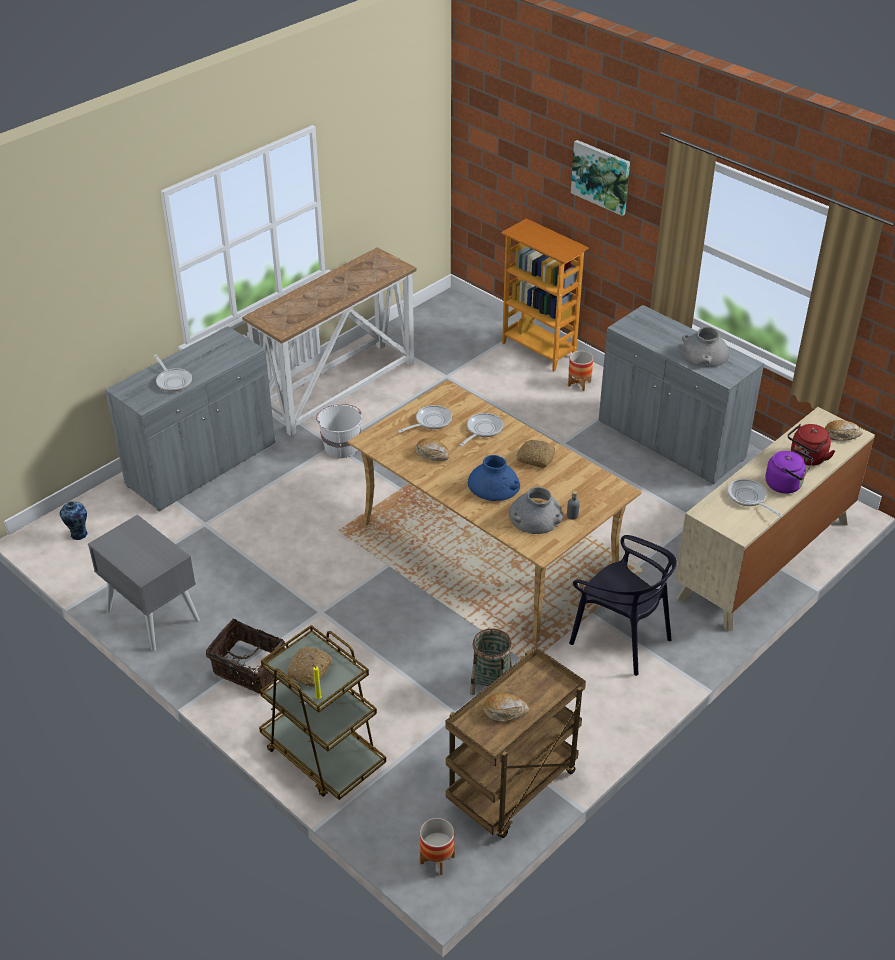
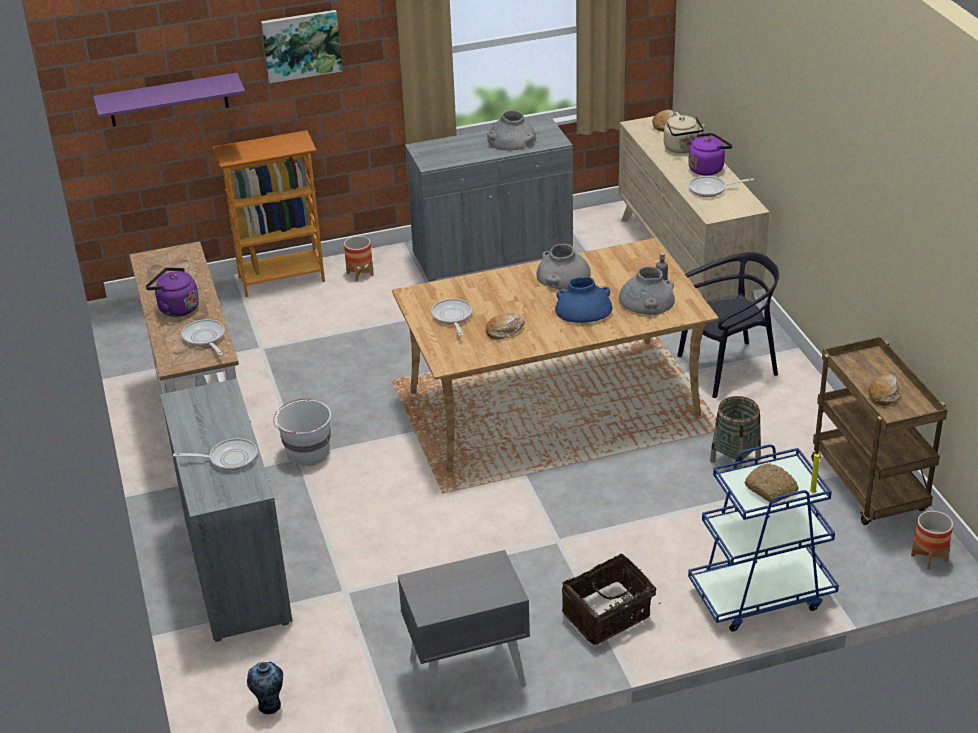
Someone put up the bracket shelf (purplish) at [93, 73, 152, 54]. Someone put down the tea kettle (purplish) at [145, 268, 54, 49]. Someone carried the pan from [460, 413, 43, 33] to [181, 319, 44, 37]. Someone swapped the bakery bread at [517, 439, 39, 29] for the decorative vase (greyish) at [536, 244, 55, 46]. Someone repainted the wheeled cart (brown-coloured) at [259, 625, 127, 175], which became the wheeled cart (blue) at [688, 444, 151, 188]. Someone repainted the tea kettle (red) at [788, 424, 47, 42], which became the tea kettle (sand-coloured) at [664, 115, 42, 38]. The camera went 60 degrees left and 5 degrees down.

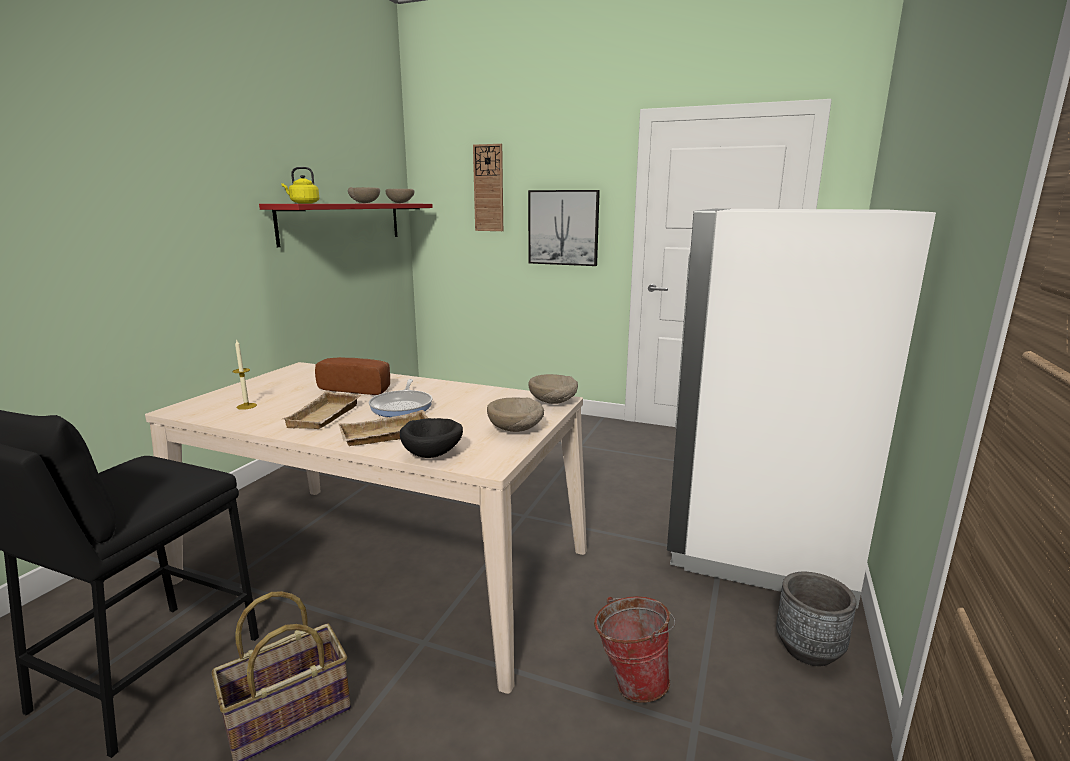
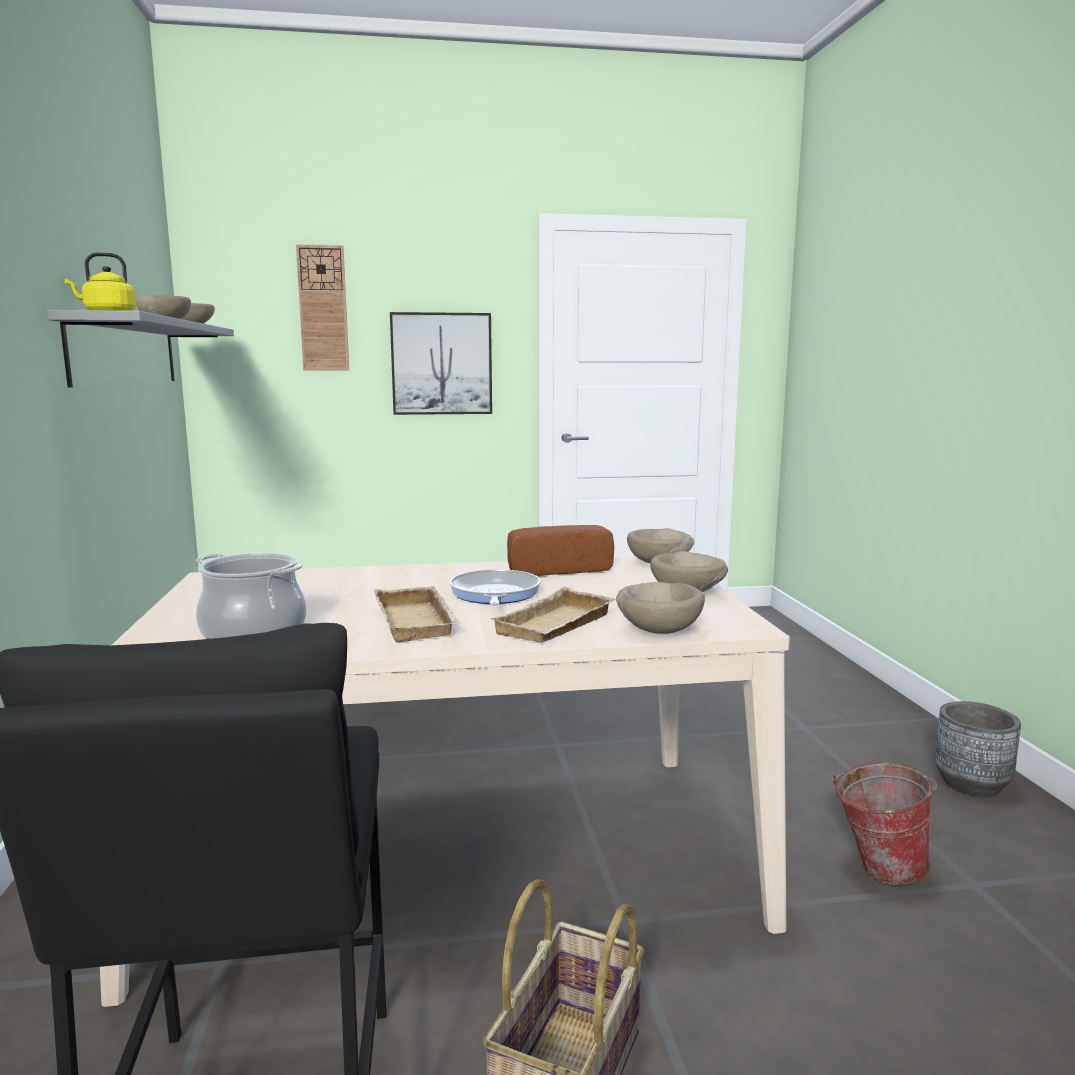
Someone took away the kitchen fridge (whitish) at [667, 209, 269, 400]. Someone carried the bakery bread from [315, 357, 75, 38] to [507, 525, 107, 51]. Someone swapped the candle at [233, 340, 24, 70] for the saucepot at [195, 553, 112, 86]. Someone repainted the bracket shelf (red) at [259, 204, 174, 43], which became the bracket shelf (greyish) at [47, 310, 187, 78]. Someone repainted the serving bowl (blackish) at [400, 418, 63, 40], which became the serving bowl (sand-coloured) at [616, 582, 89, 52]. Someone rotated the pan at [369, 379, 63, 38] by 150 degrees counterclockwise. The camera went 30 degrees left and 5 degrees down.

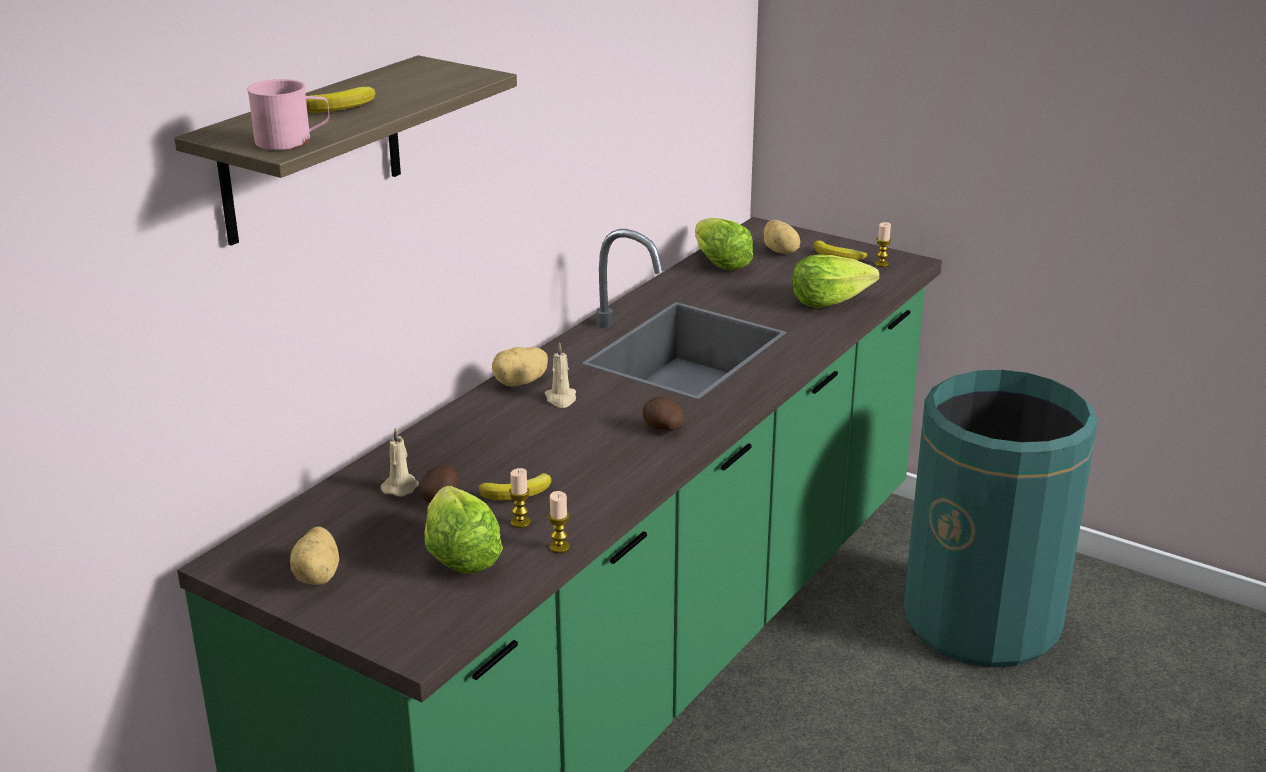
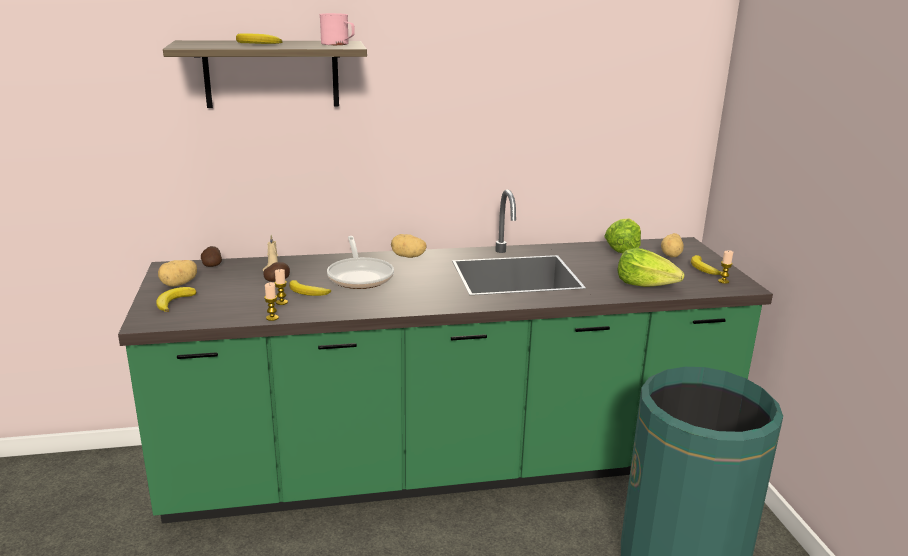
Someone took away the lettuce head at [425, 486, 78, 88]. Someone took away the candle (sand-coloured) at [545, 342, 31, 66]. Someone put down the banana at [157, 287, 39, 25]. Someone put down the pan at [327, 236, 67, 53]. Someone carried the tea mug (pink-coloured) from [247, 79, 82, 71] to [319, 13, 36, 32]. Someone carried the spud from [643, 397, 41, 34] to [201, 246, 21, 21]. The camera went 45 degrees right and 5 degrees down.

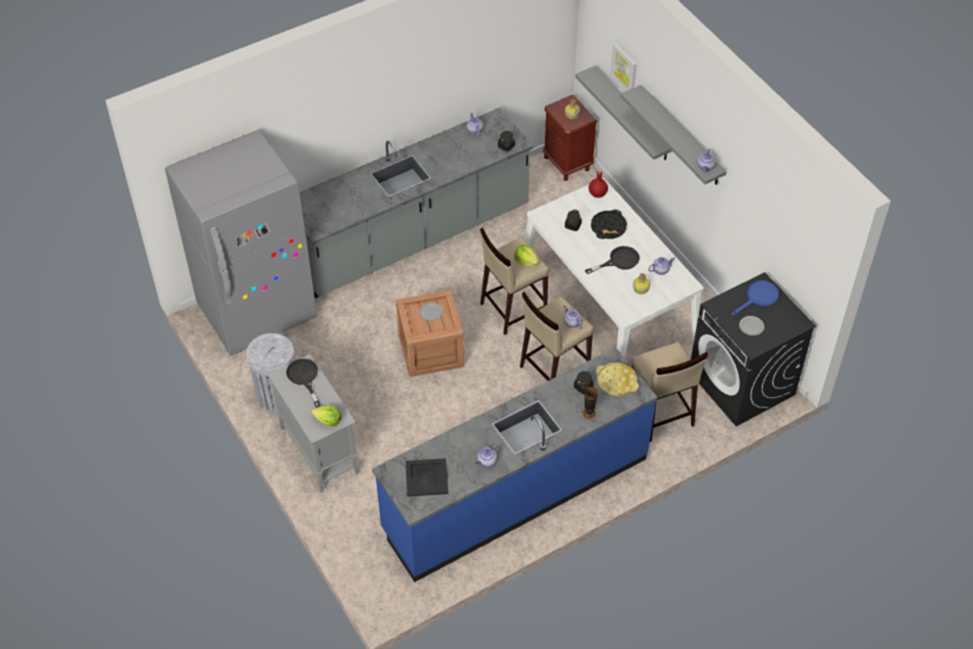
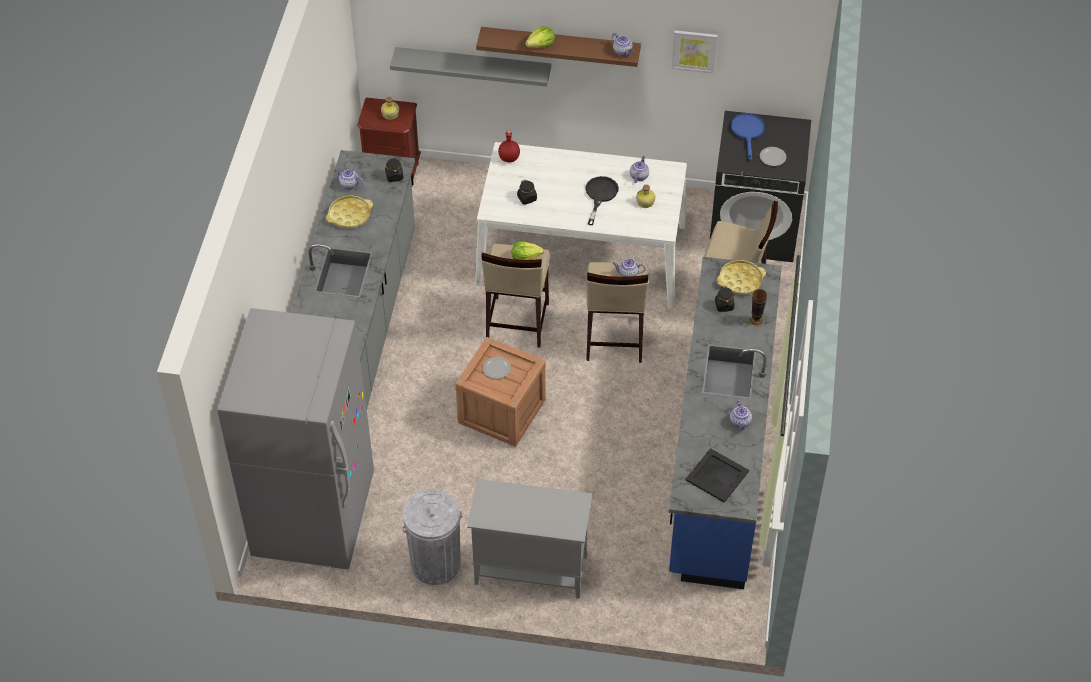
Someone took away the pan (blackish) at [286, 359, 35, 48]. Someone took away the serving tray (blackish) at [591, 209, 36, 30]. Someone put down the serving tray (yellow-coloured) at [326, 195, 47, 33]. Someone carried the lettuce head from [311, 405, 30, 22] to [525, 26, 30, 22]. Someone carried the wall picture from [610, 43, 27, 48] to [671, 30, 46, 44]. Someone repainted the bracket shelf (greyish) at [620, 85, 107, 100], which became the bracket shelf (brown-coloured) at [476, 27, 165, 40]. The camera went 50 degrees left and 0 degrees up.

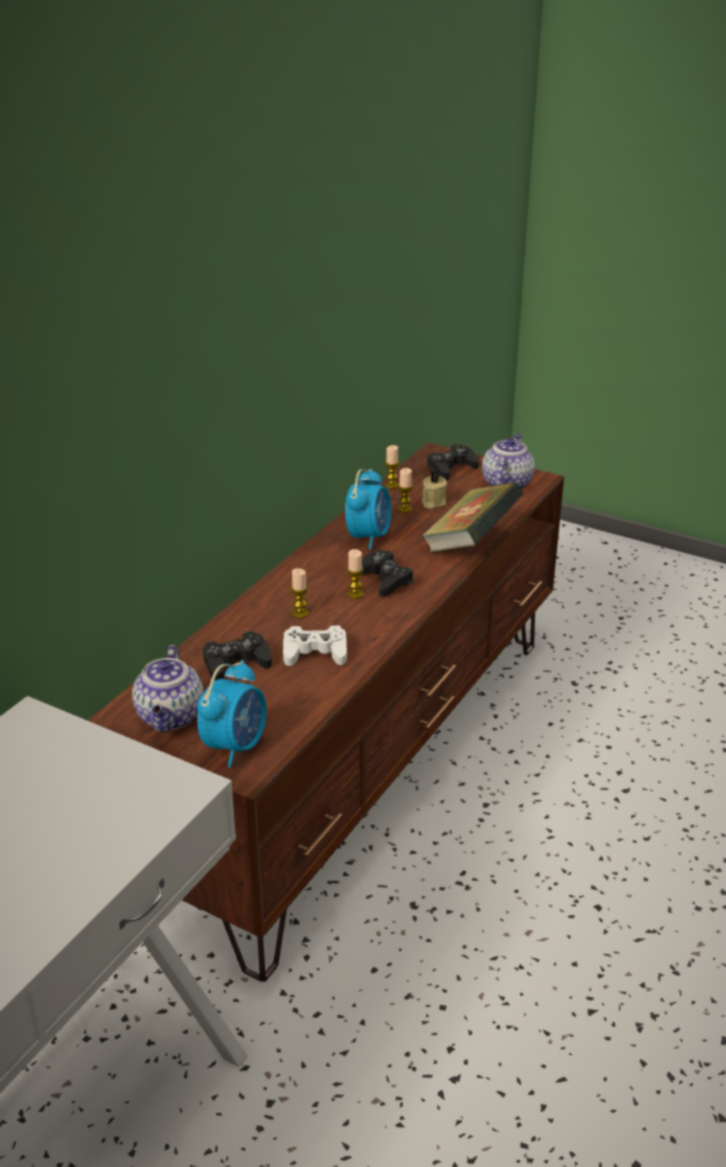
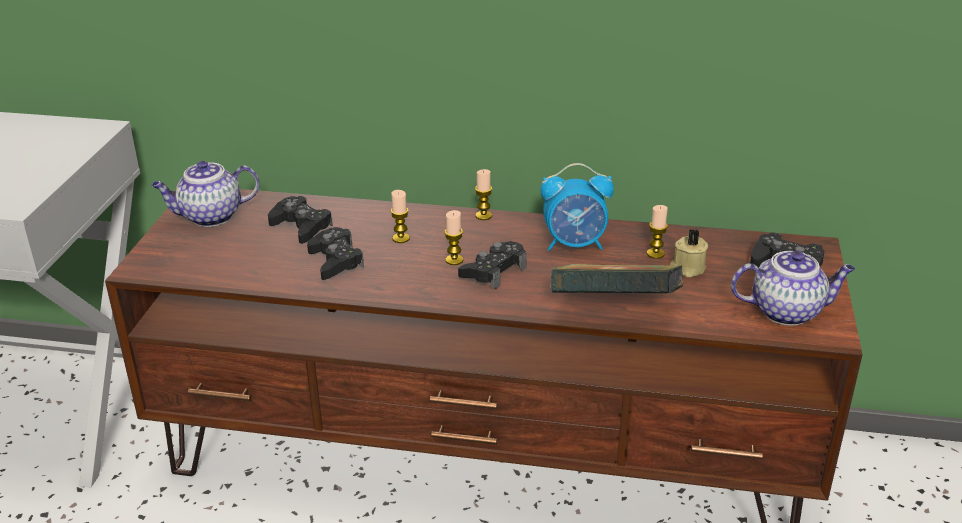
Someone took away the bedside clock at [197, 660, 70, 108]. Someone carried the candle from [385, 445, 14, 44] to [475, 169, 17, 51]. Someone repainted the gamepad (whitish) at [283, 625, 64, 41], which became the gamepad (blackish) at [307, 227, 57, 53]. The camera went 70 degrees right and 0 degrees up.

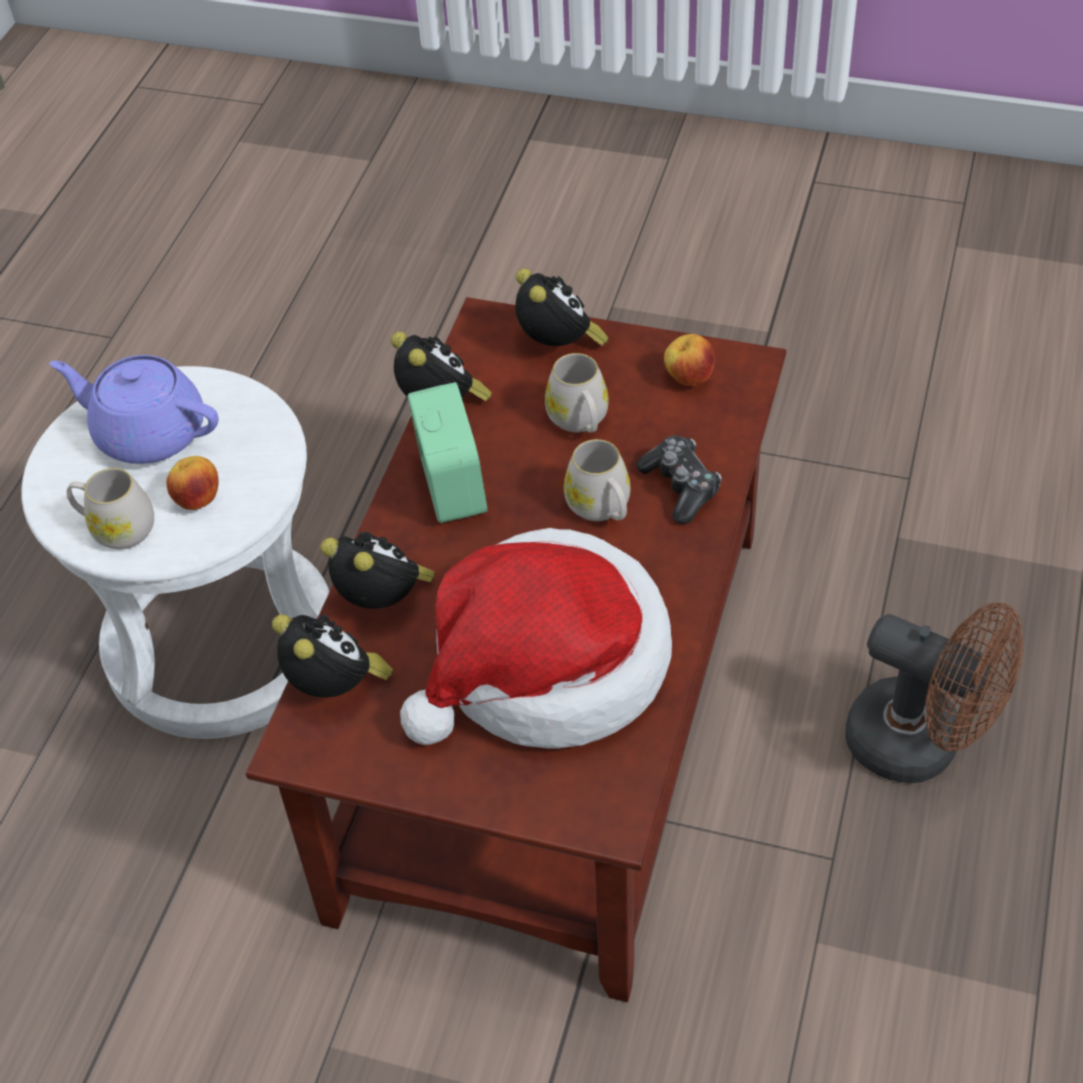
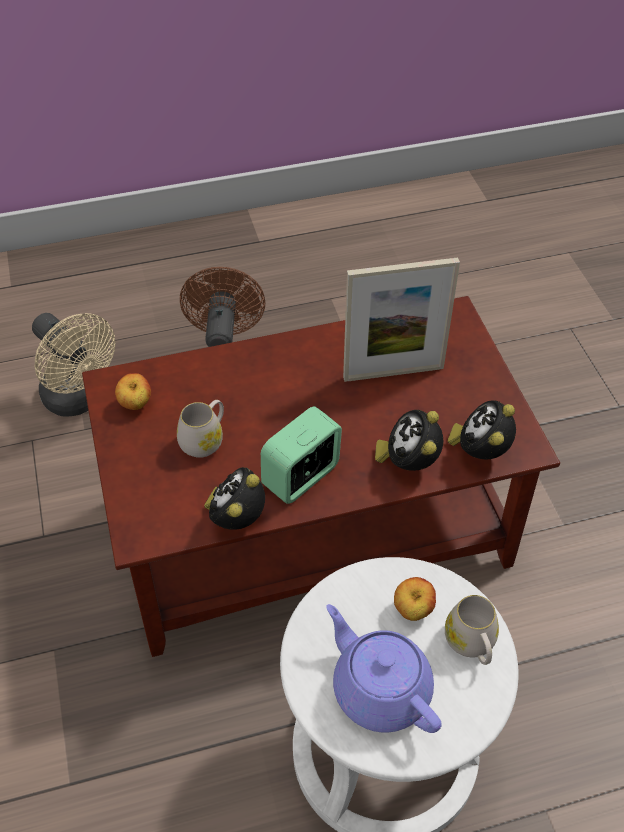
Someone took away the bedside clock at [515, 268, 94, 78]. Someone took away the tea mug (whitish) at [564, 439, 67, 82]. Someone took away the gamepad at [636, 436, 86, 88]. Someone put down the fan (sand-coloured) at [32, 313, 83, 104]. Someone swapped the clothing hat at [400, 528, 272, 221] for the photo frame at [343, 258, 117, 124]. Someone rotated the teapot (purplish) at [49, 355, 170, 109] by 150 degrees clockwise. The camera went 125 degrees left and 0 degrees up.

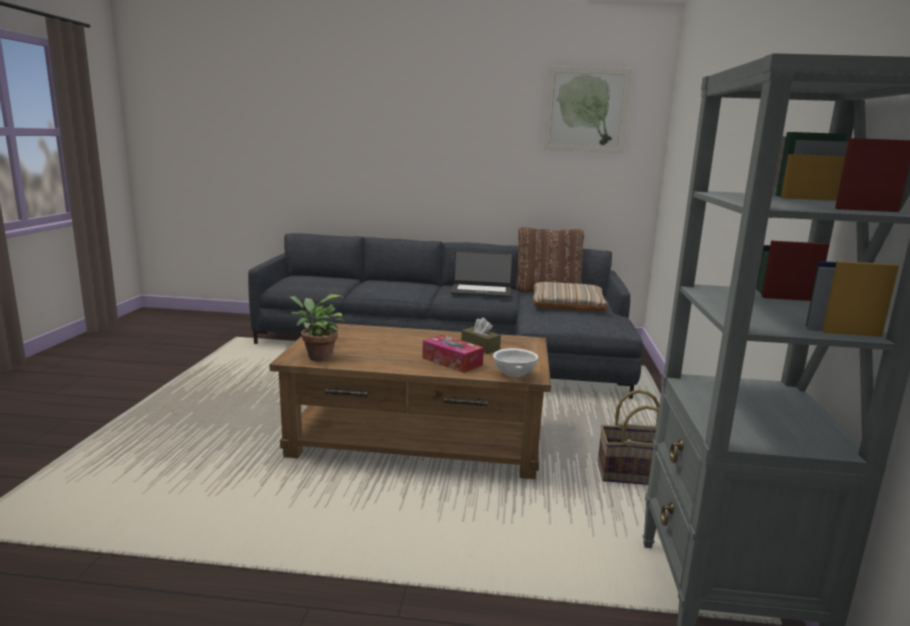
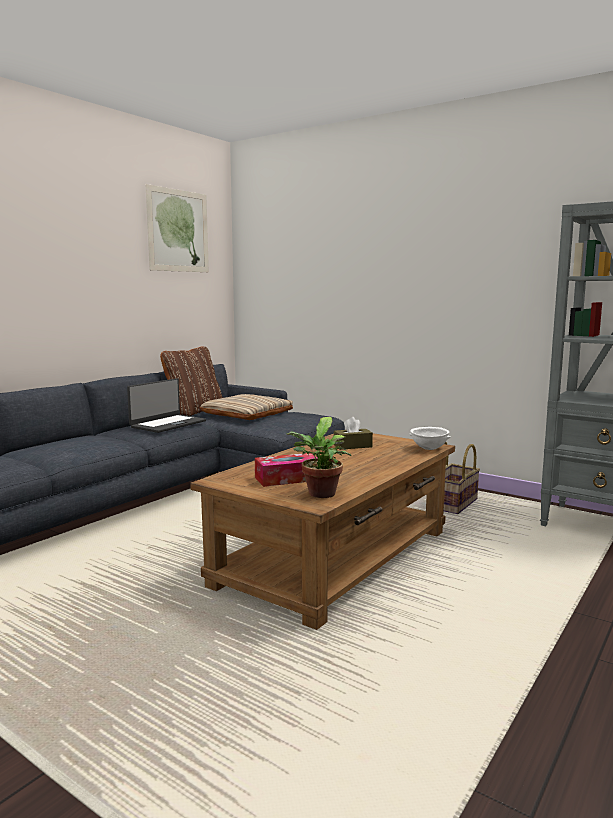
Someone carried the box of tissues from [422, 335, 62, 38] to [255, 453, 62, 34]. The camera went 60 degrees left and 5 degrees down.

